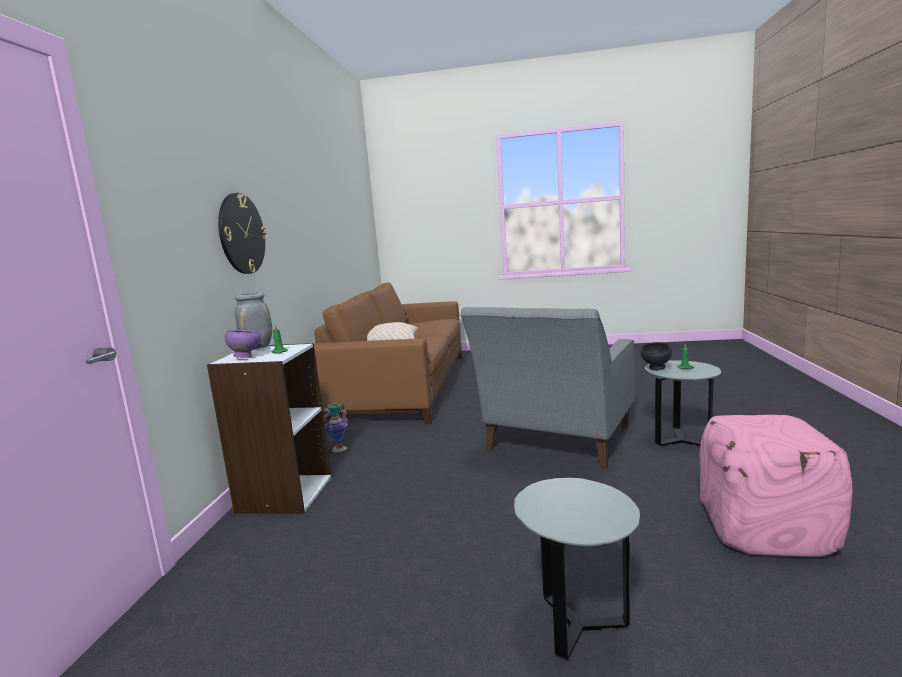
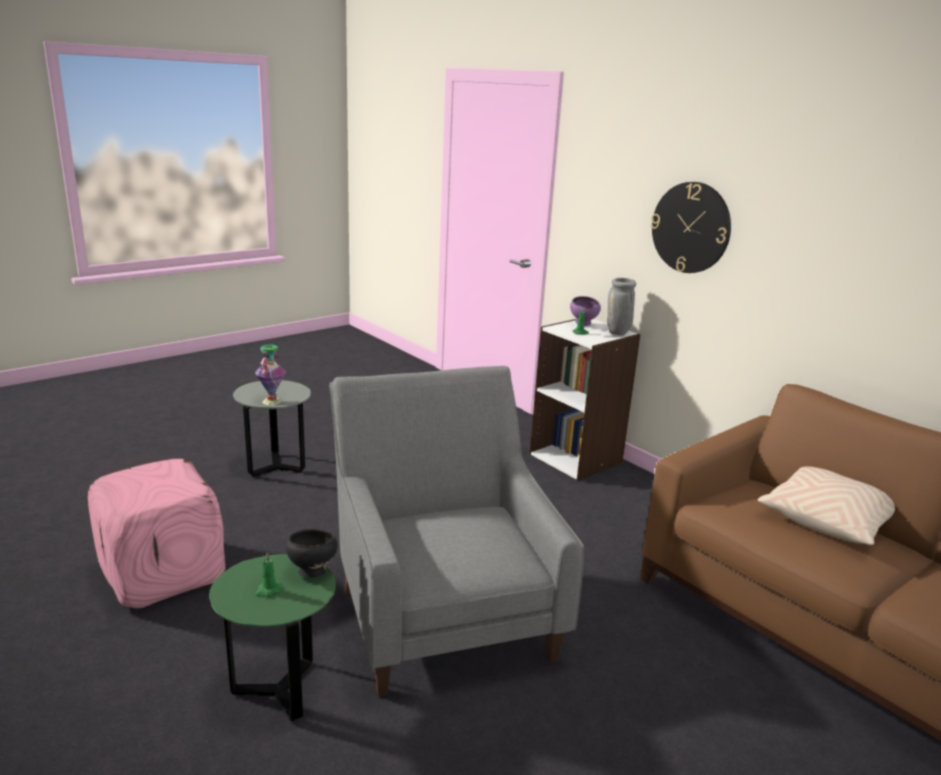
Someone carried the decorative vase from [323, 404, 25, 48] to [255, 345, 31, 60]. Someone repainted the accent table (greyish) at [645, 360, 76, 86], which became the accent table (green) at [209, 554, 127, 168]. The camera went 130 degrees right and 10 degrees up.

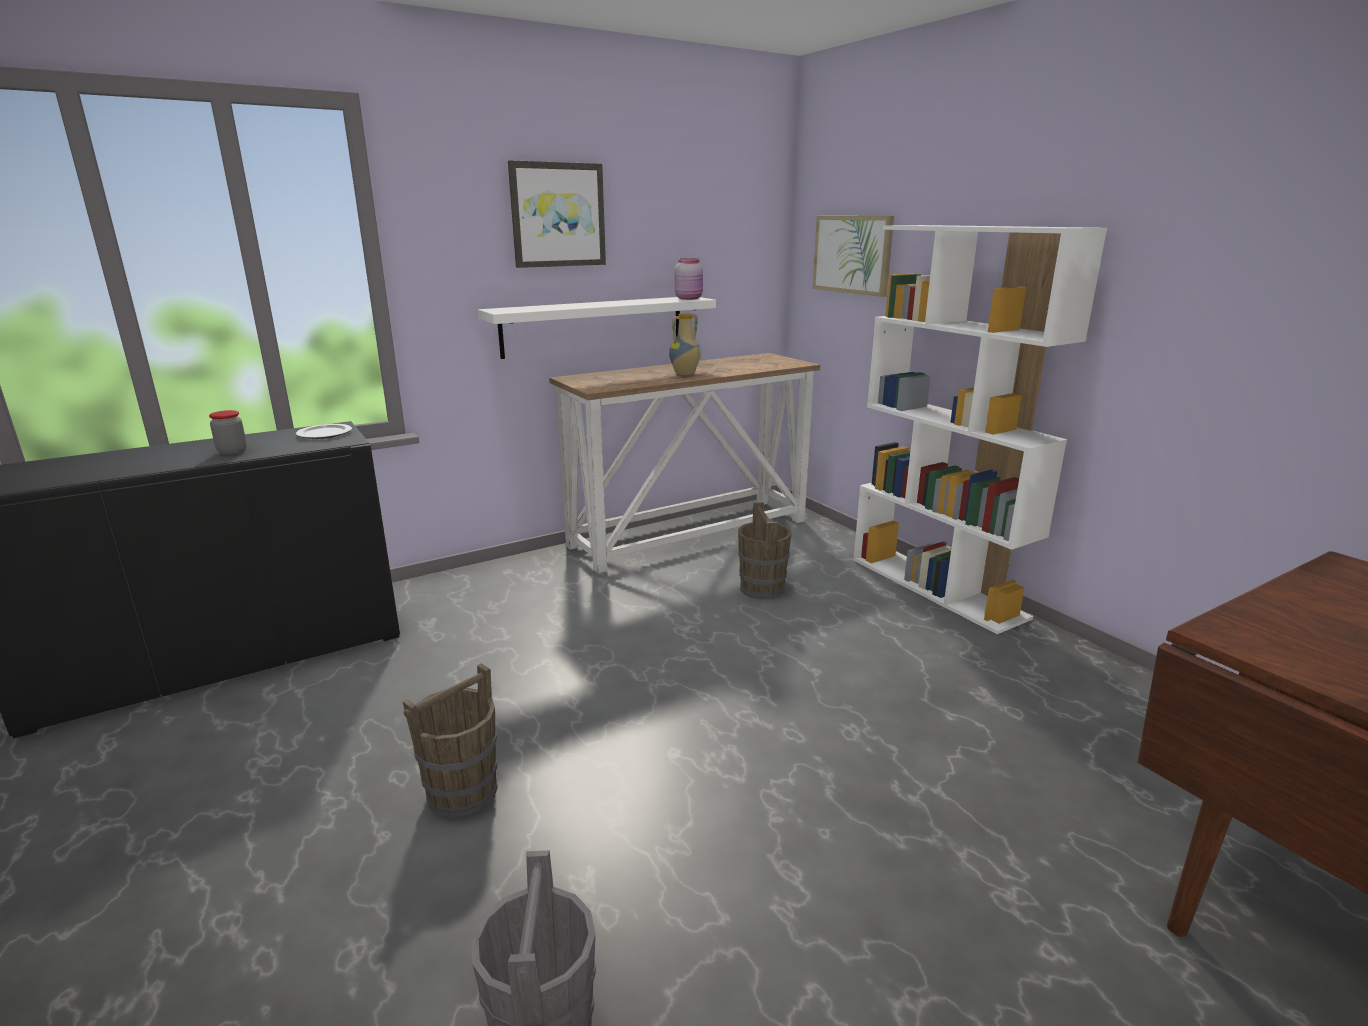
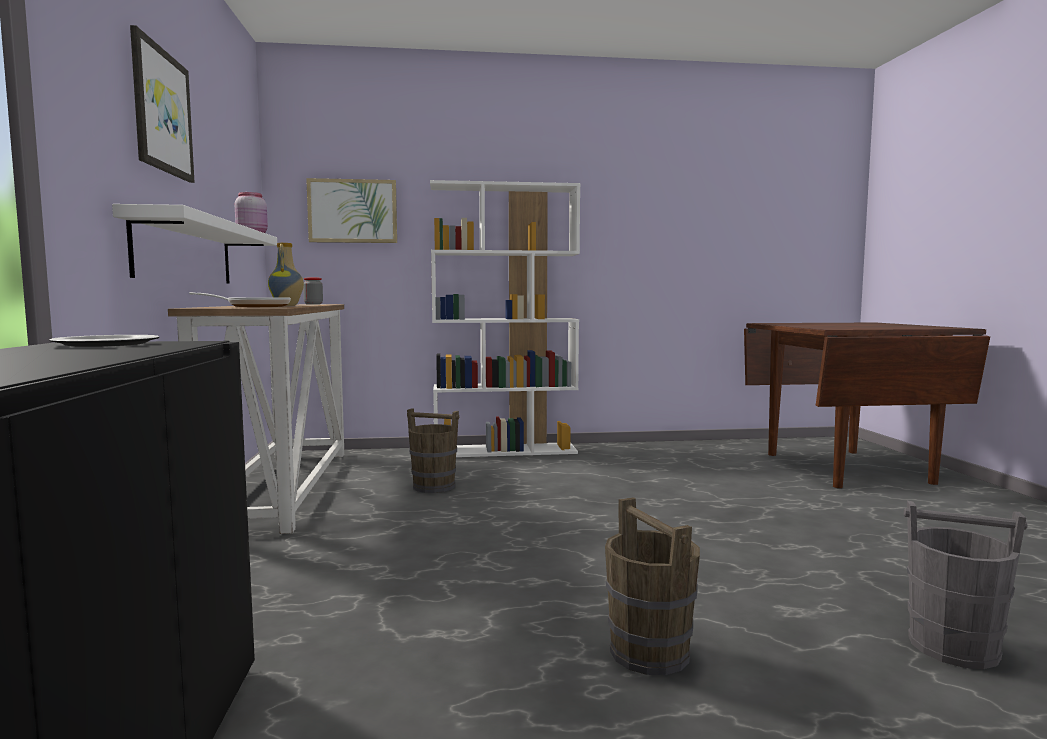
Someone put down the pan at [189, 292, 102, 15]. Someone carried the storage jar from [209, 410, 38, 45] to [303, 277, 20, 28]. The camera went 65 degrees left and 15 degrees down.

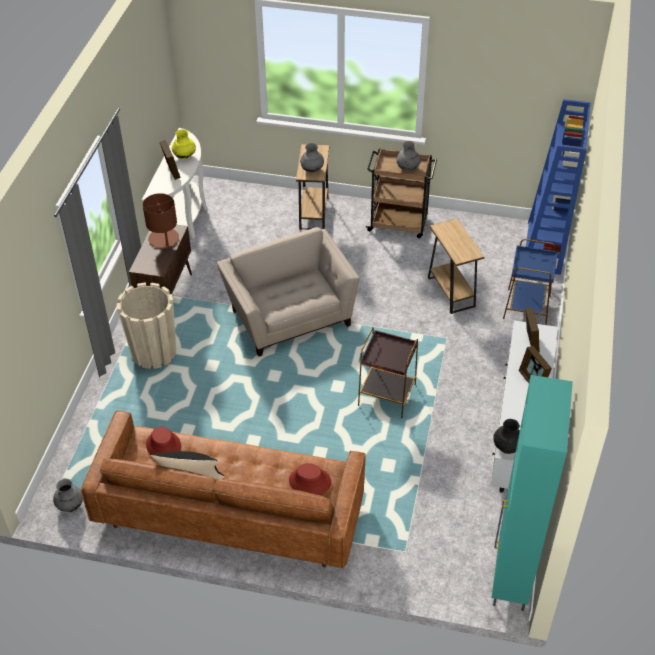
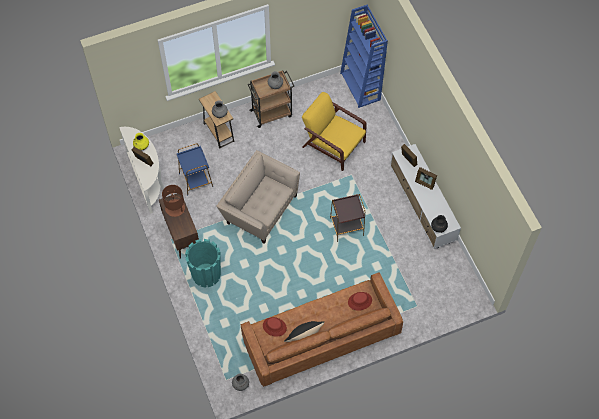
Someone took away the cabinet (turquoise) at [492, 375, 81, 236]. Someone carried the accent table (blue) from [503, 239, 55, 86] to [176, 144, 37, 51]. Someone swapped the accent table (brown-coloured) at [428, 218, 57, 96] for the lounge chair (yellow-coloured) at [302, 92, 65, 79]. Someone repainted the flower pot (sand-coloured) at [117, 282, 59, 87], which became the flower pot (turquoise) at [185, 239, 36, 49]. The camera went 35 degrees left and 15 degrees up.

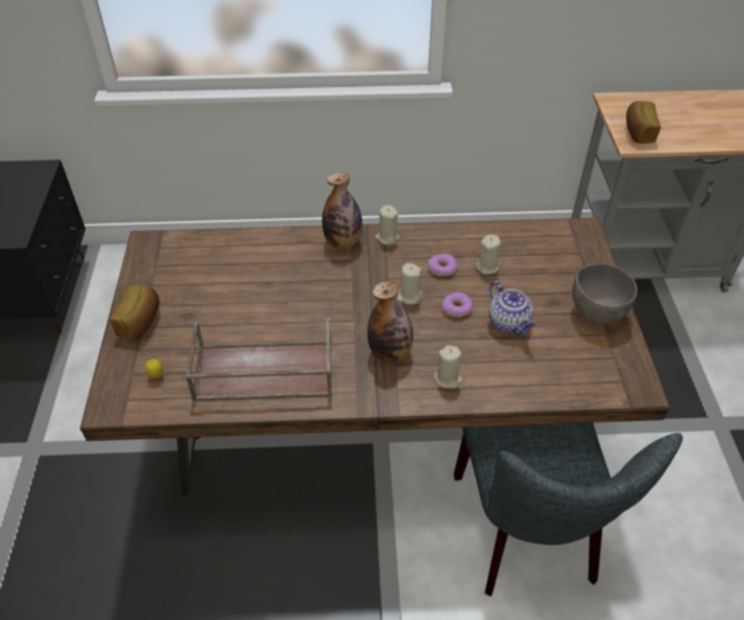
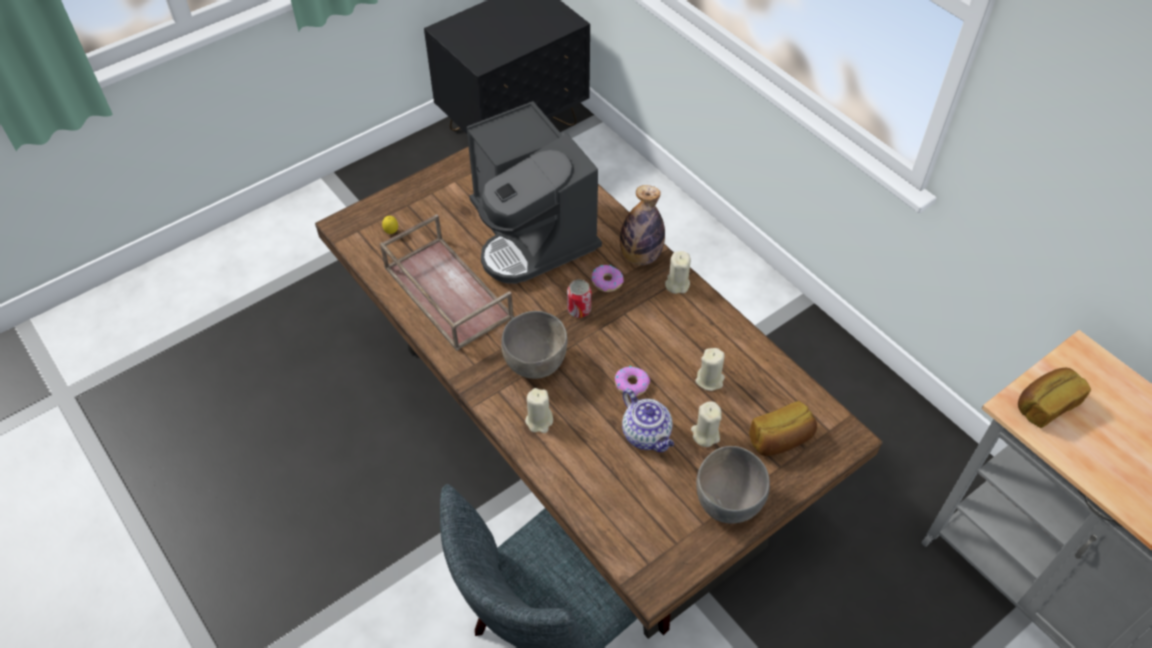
Someone put down the coffee machine at [466, 101, 136, 183]. Someone put down the can at [567, 280, 24, 38]. Someone carried the bakery bread from [110, 285, 49, 55] to [749, 401, 68, 55]. Someone carried the candle (sand-coloured) from [397, 263, 25, 42] to [691, 401, 31, 46]. Someone carried the donut from [428, 254, 29, 23] to [592, 265, 32, 27]. Someone swapped the beverage bottle at [367, 281, 46, 82] for the serving bowl (greyish) at [501, 311, 67, 68]. Someone rotated the teapot at [489, 281, 47, 55] by 60 degrees counterclockwise. The camera went 55 degrees right and 5 degrees up.

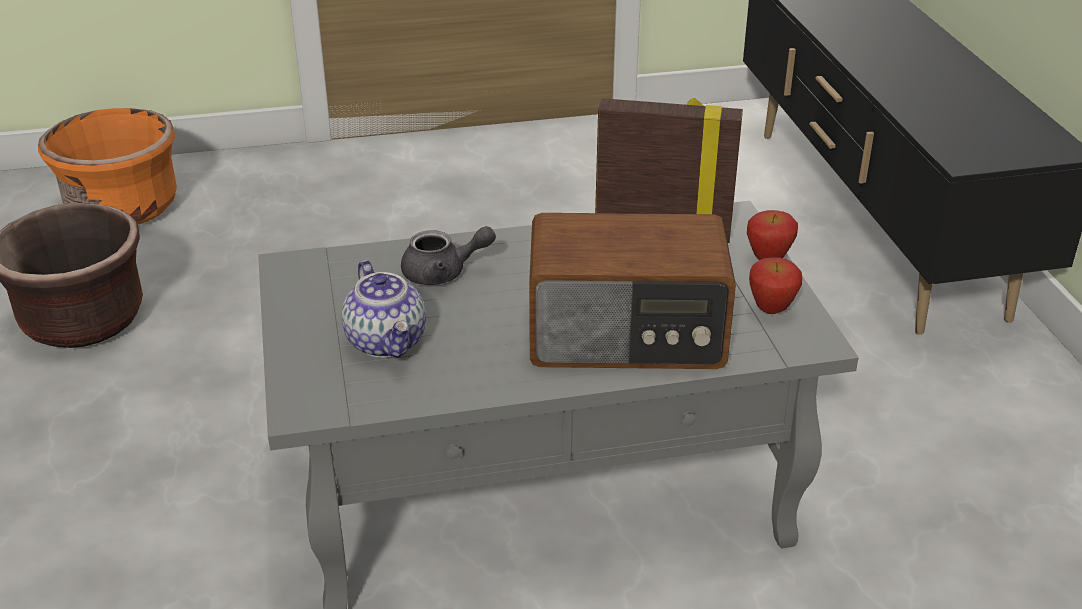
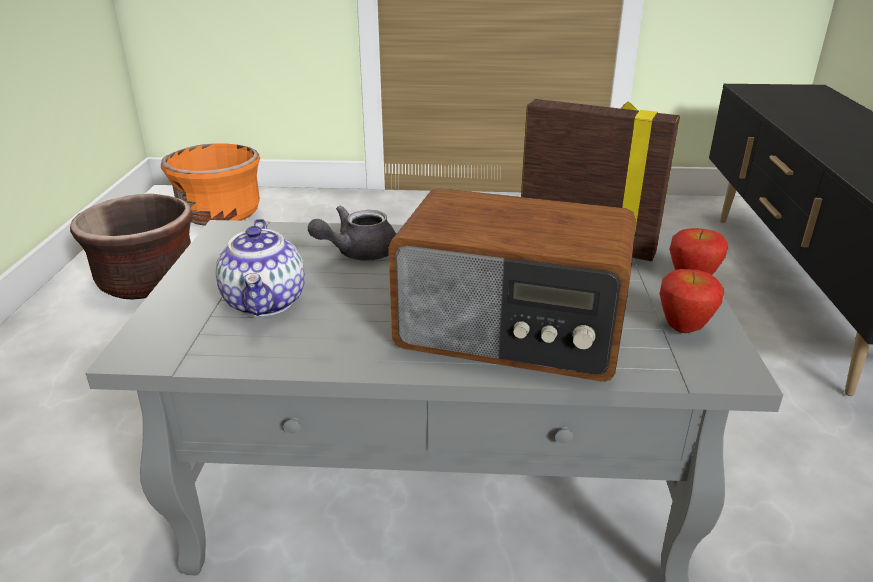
Someone rotated the teapot (greyish) at [401, 226, 95, 59] by 135 degrees clockwise. The camera went 15 degrees right and 5 degrees down.

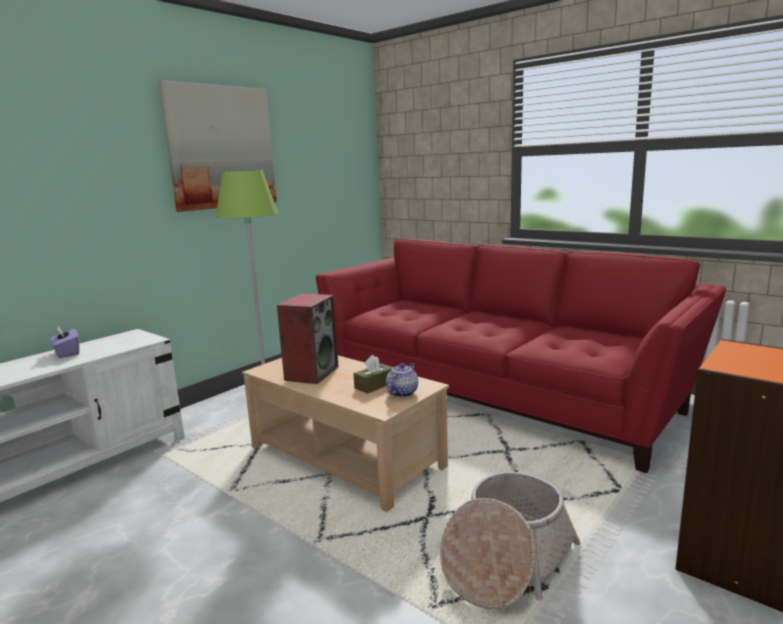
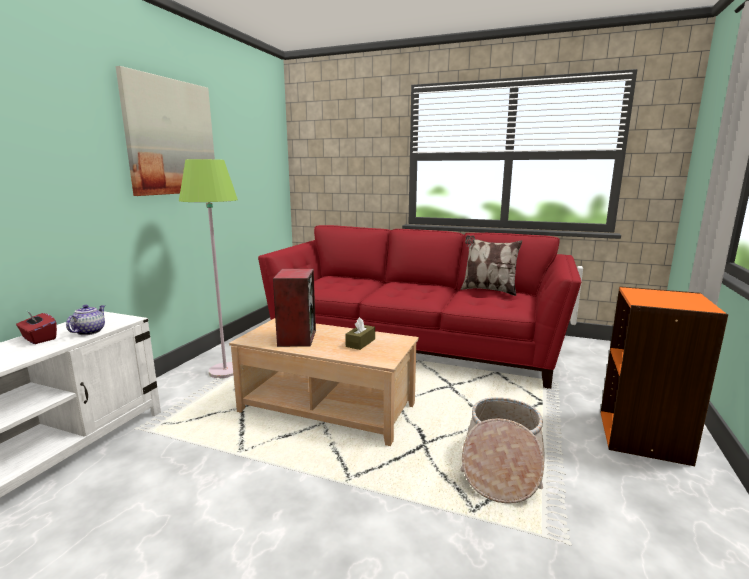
Someone put down the cushion at [461, 235, 61, 61]. Someone carried the teapot from [386, 363, 32, 34] to [66, 305, 39, 30]. Someone repainted the box of tissues (purplish) at [50, 326, 29, 32], which became the box of tissues (red) at [16, 311, 41, 33]. The camera went 20 degrees left and 0 degrees up.

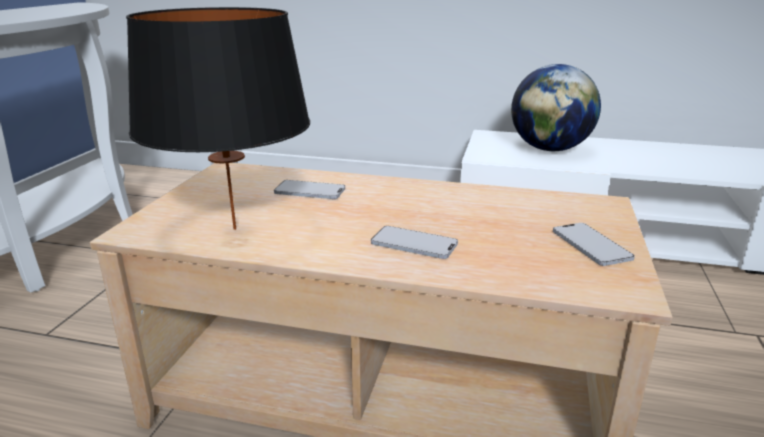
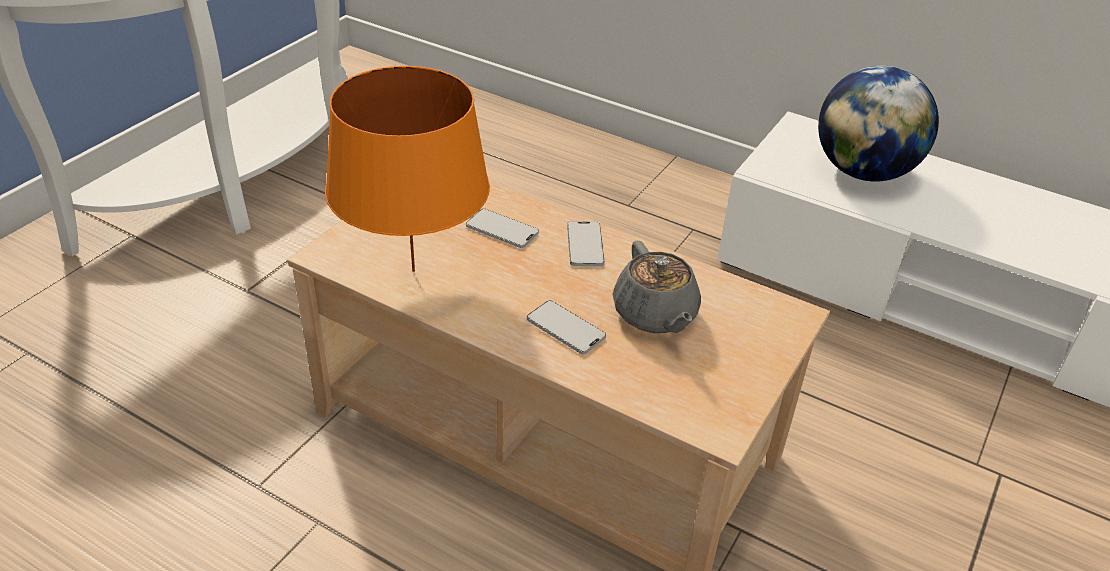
Someone put down the teapot (greyish) at [613, 241, 88, 92]. Someone carried the handset from [553, 223, 82, 43] to [567, 221, 38, 45]. Someone repainted the table lamp (blackish) at [126, 7, 184, 223], which became the table lamp (orange-coloured) at [325, 66, 165, 206]. The camera went 15 degrees right and 15 degrees up.

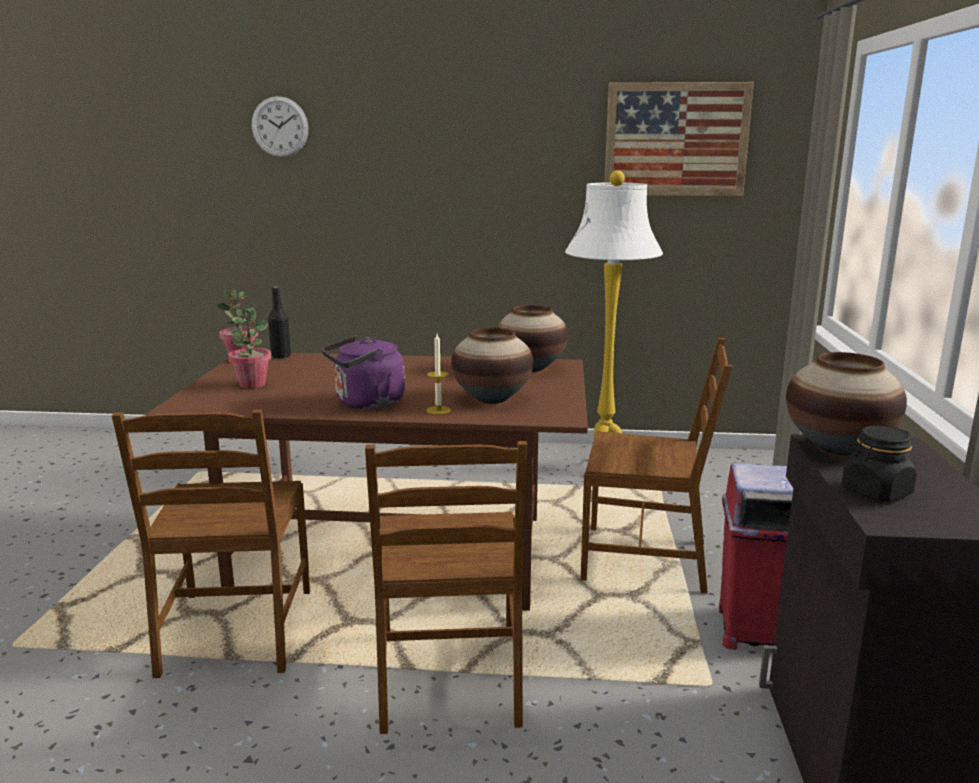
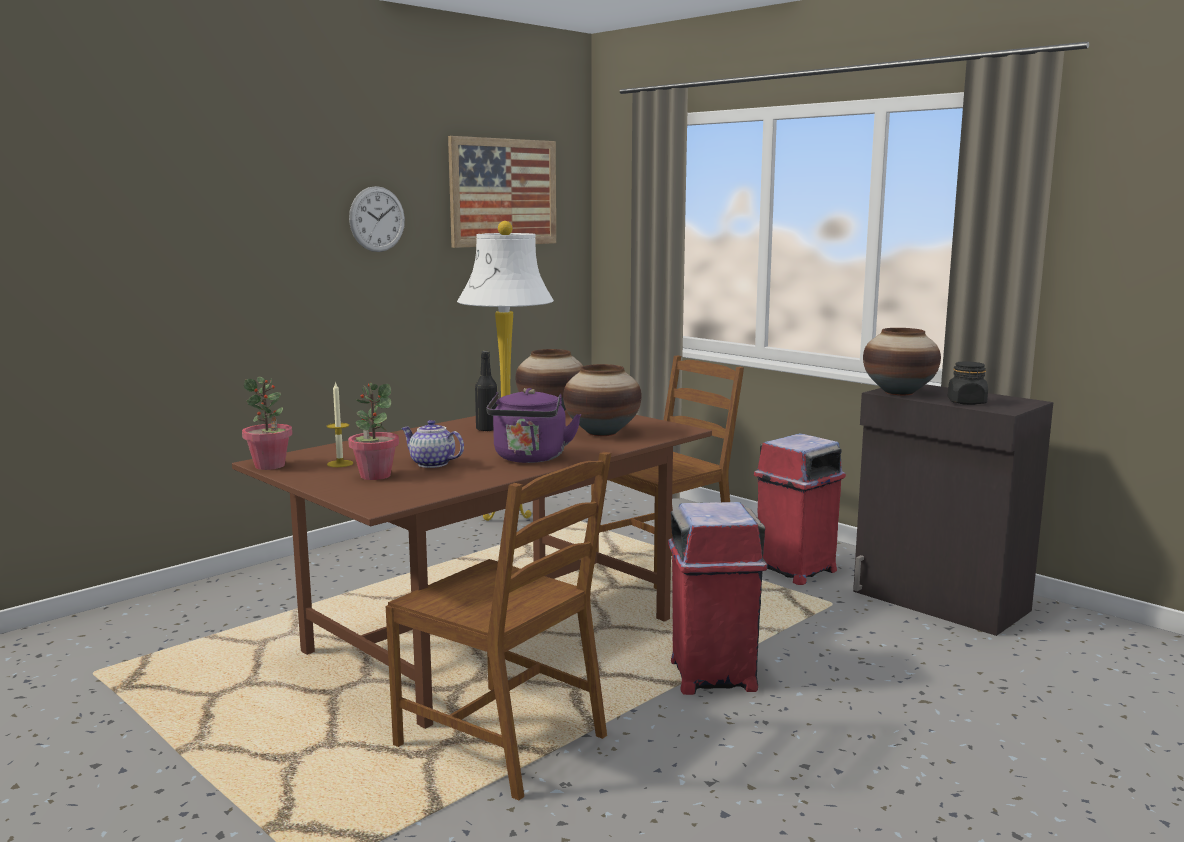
Someone put down the teapot at [401, 420, 63, 48]. Someone carried the hanging clock from [252, 96, 56, 61] to [349, 186, 56, 66]. Someone carried the beverage bottle (blackish) from [268, 287, 23, 71] to [475, 351, 23, 81]. Someone carried the candle from [426, 334, 25, 81] to [327, 381, 26, 86]. Someone swapped the upright chair (brown-coloured) at [365, 441, 162, 293] for the trash can (red) at [668, 502, 100, 193]. The camera went 50 degrees left and 5 degrees down.

